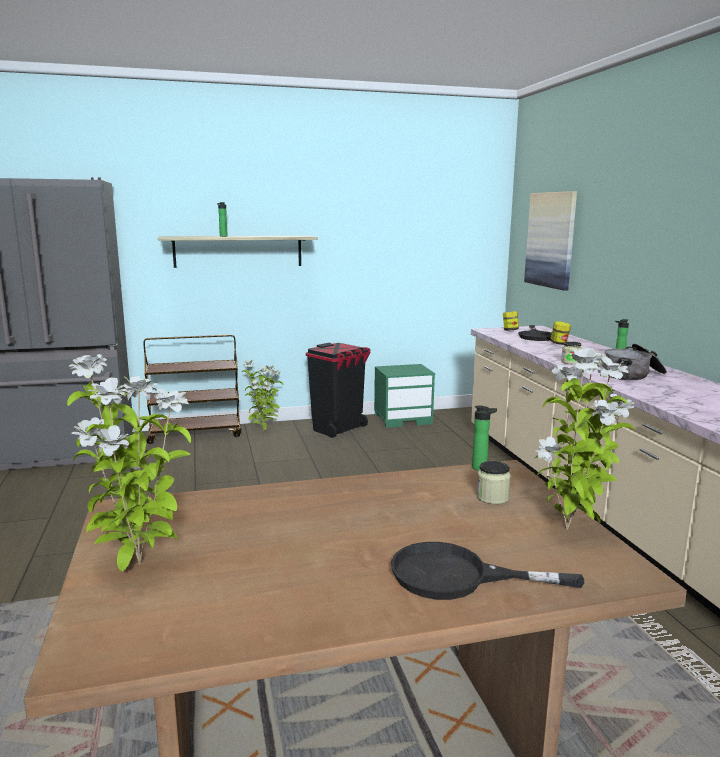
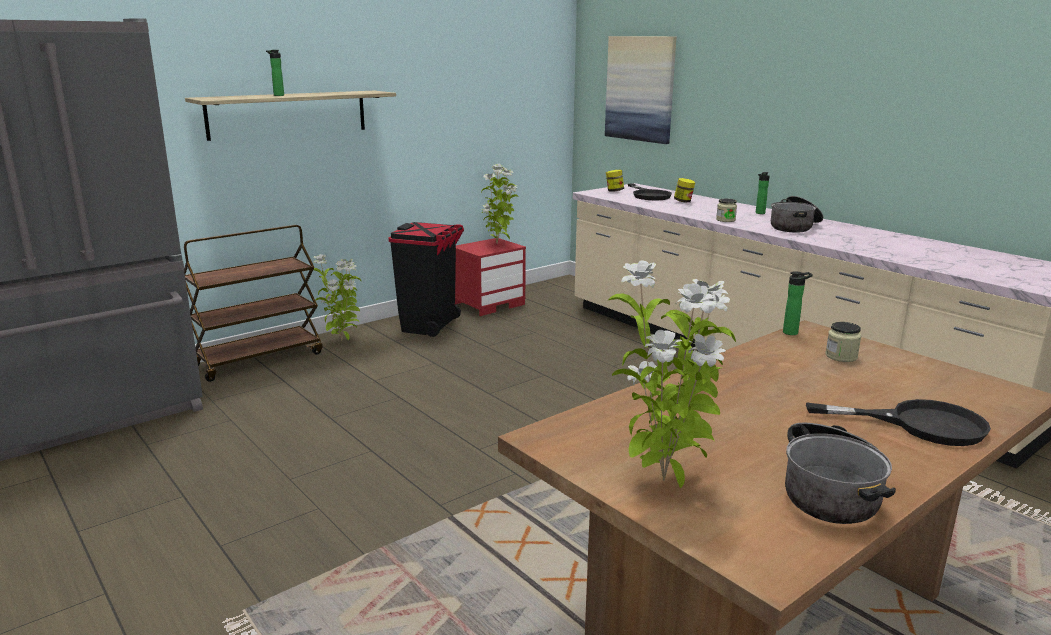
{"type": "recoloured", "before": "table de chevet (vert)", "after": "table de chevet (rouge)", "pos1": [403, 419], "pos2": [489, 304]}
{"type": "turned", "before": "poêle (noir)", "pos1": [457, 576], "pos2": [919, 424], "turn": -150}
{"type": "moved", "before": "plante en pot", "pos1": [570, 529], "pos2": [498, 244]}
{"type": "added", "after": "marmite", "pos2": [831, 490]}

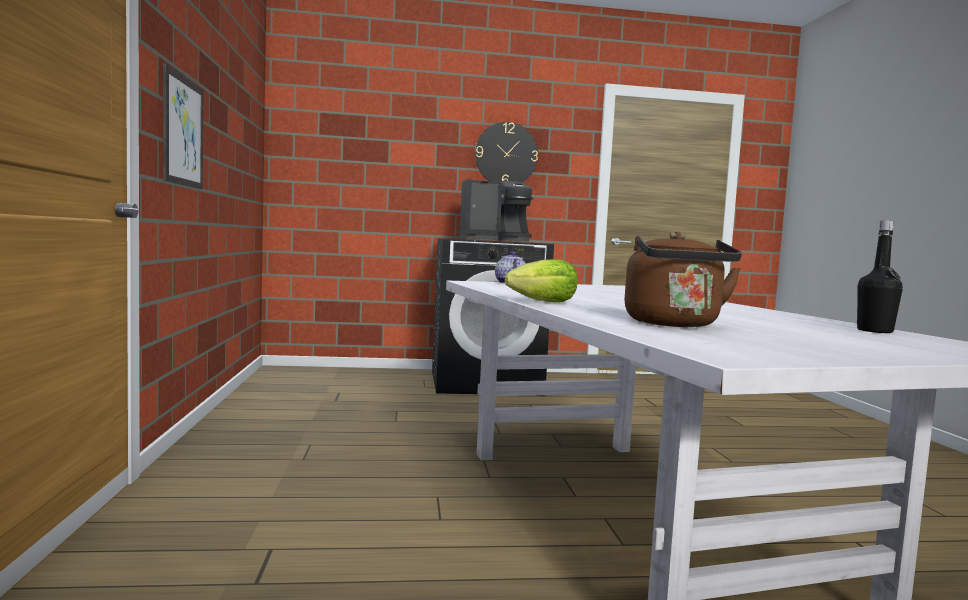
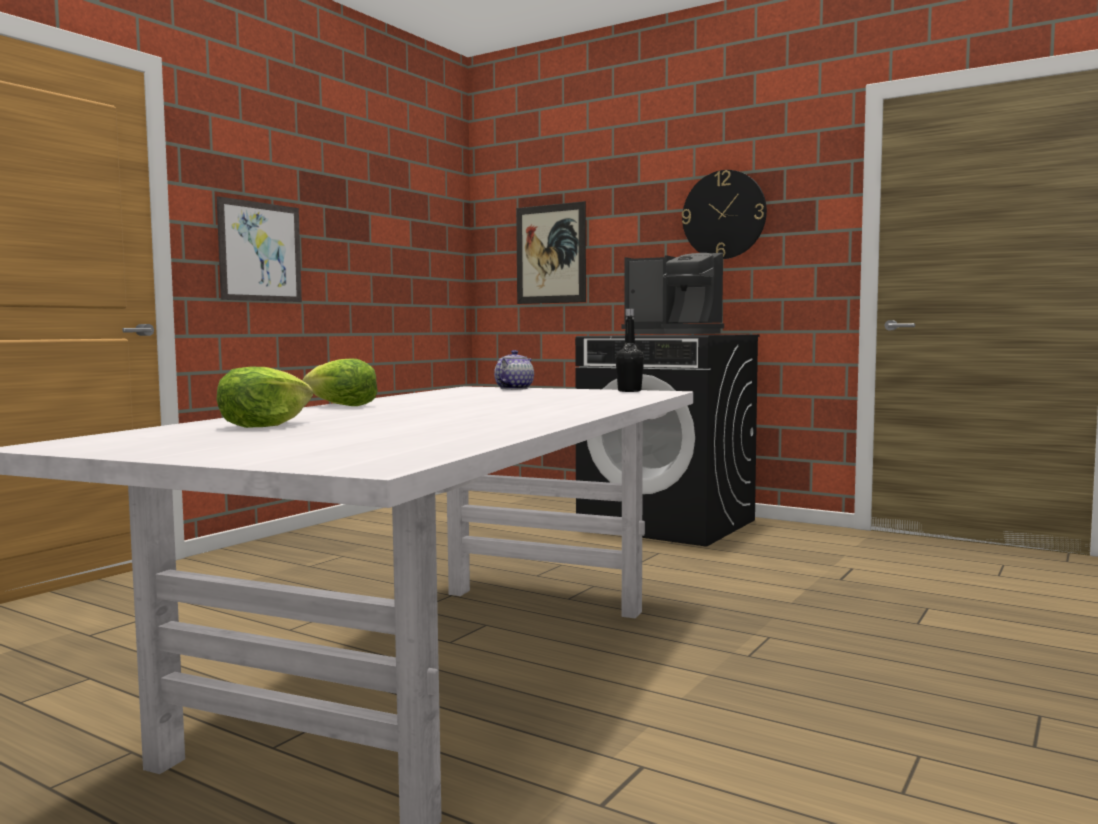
{"type": "replaced", "before": "bouilloire (marron)", "after": "laitue", "pos1": [674, 324], "pos2": [264, 425]}
{"type": "moved", "before": "bouteille (noir)", "pos1": [875, 331], "pos2": [629, 391]}
{"type": "added", "after": "tableau", "pos2": [550, 254]}

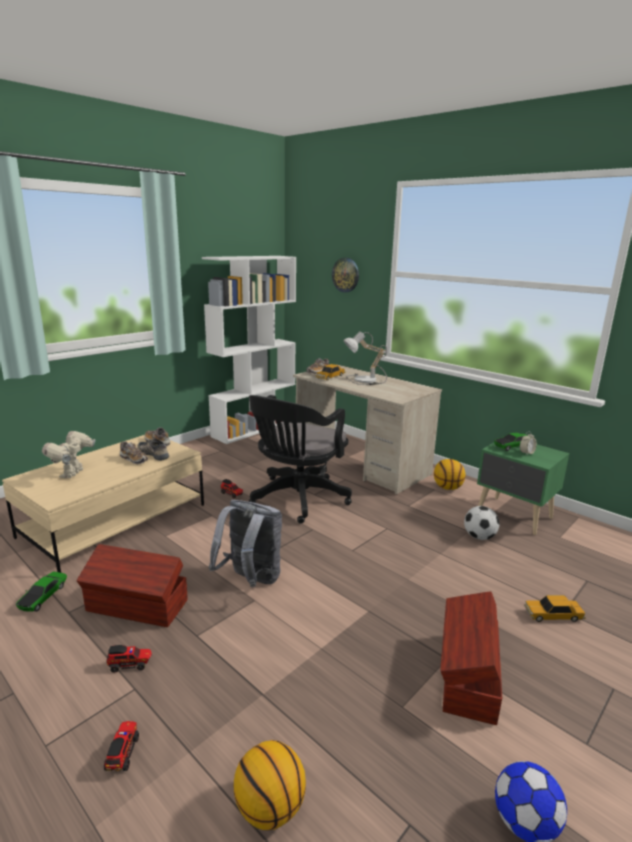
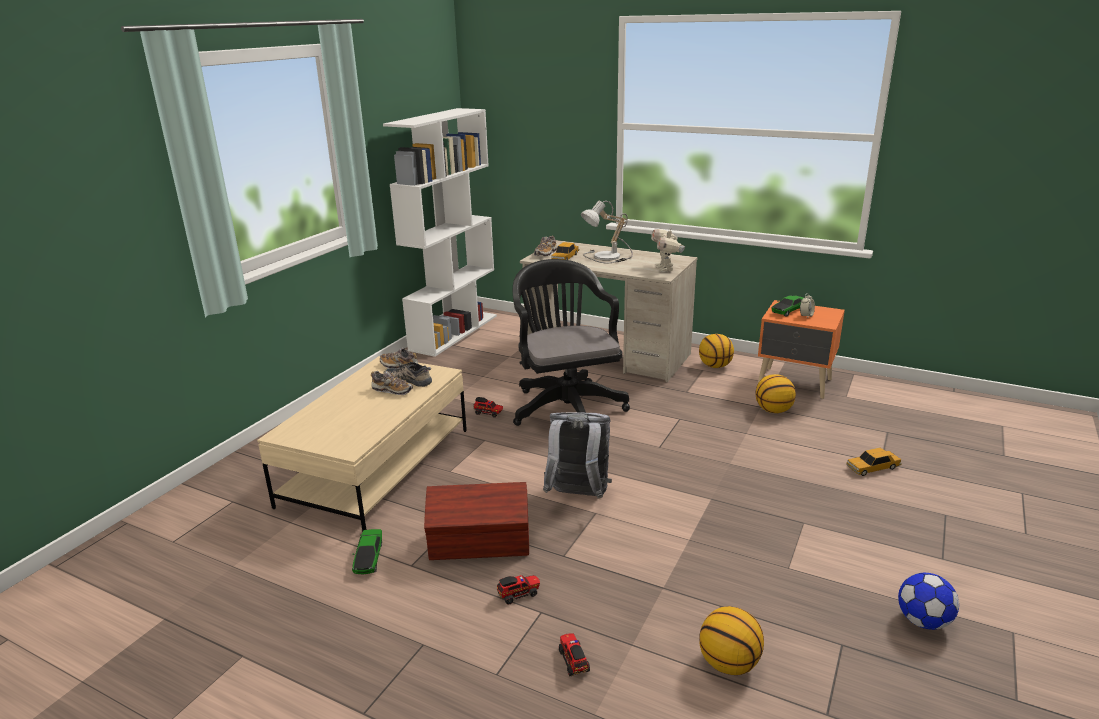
{"type": "moved", "before": "robot jouet", "pos1": [73, 474], "pos2": [665, 269]}
{"type": "turned", "before": "chaise de bureau (noir)", "pos1": [297, 499], "pos2": [566, 406], "turn": 150}
{"type": "removed", "before": "horloge murale", "pos1": [345, 275]}
{"type": "removed", "before": "boîte de rangement (marron)", "pos1": [468, 675]}
{"type": "replaced", "before": "ballon de foot", "after": "ballon de basket", "pos1": [479, 537], "pos2": [773, 410]}
{"type": "recoloured", "before": "table de chevet (vert)", "after": "table de chevet (orange)", "pos1": [514, 516], "pos2": [795, 384]}

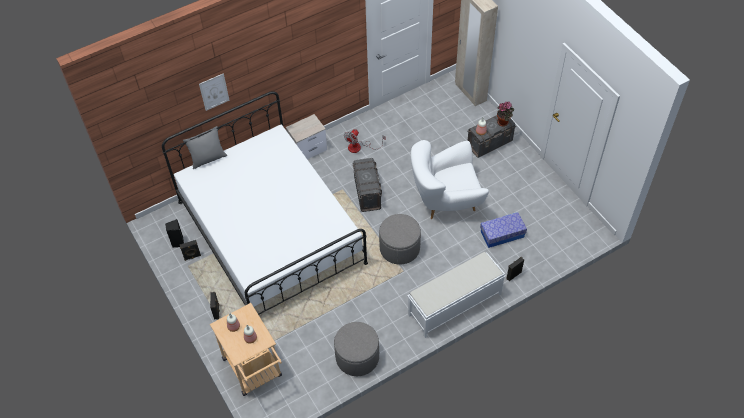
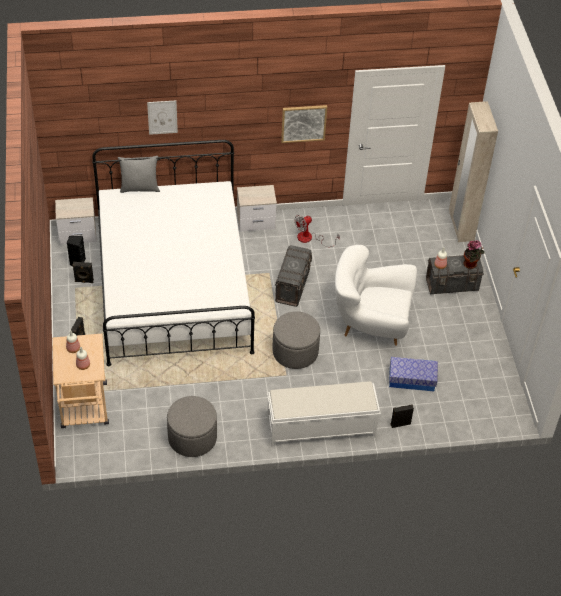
{"type": "added", "after": "table de chevet", "pos2": [78, 234]}
{"type": "added", "after": "tableau", "pos2": [303, 123]}

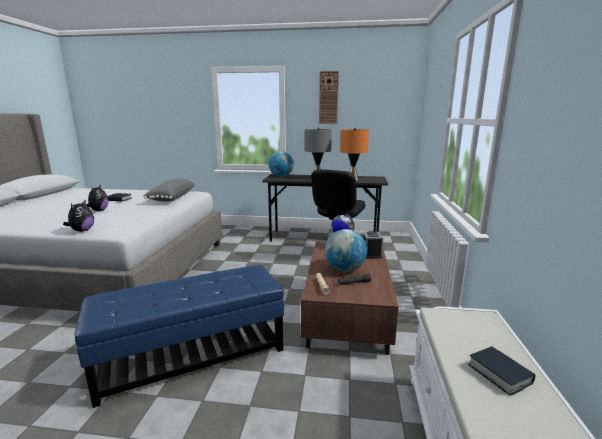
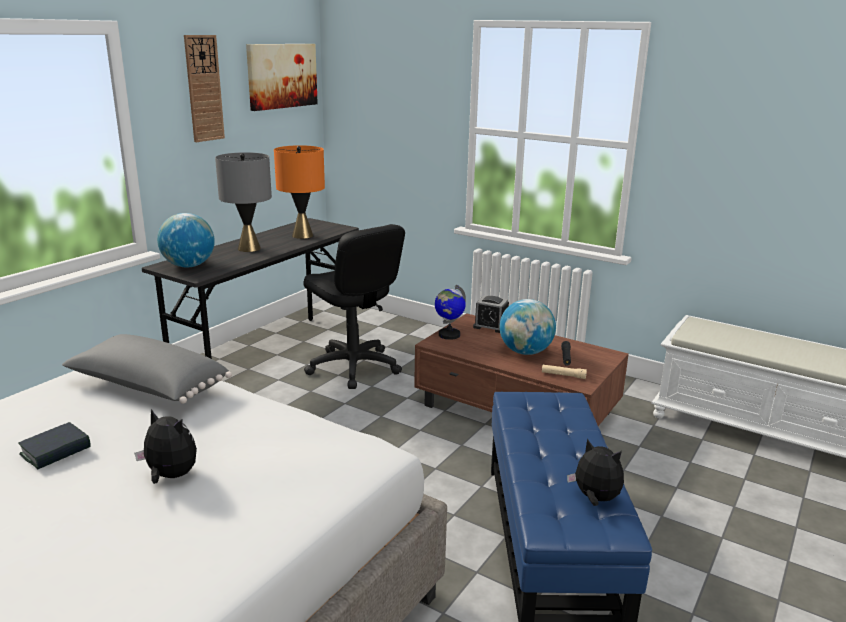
{"type": "moved", "before": "peluche", "pos1": [82, 230], "pos2": [595, 499]}
{"type": "removed", "before": "livre", "pos1": [499, 374]}
{"type": "added", "after": "tableau", "pos2": [281, 76]}

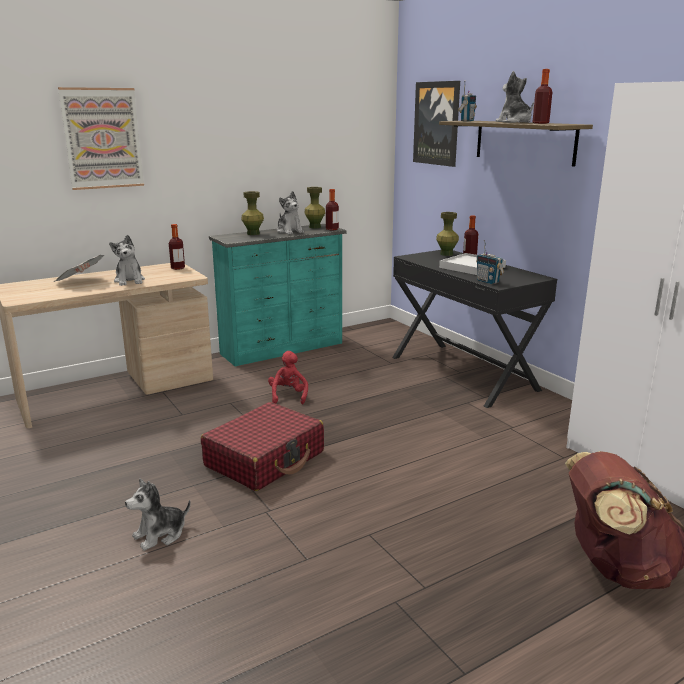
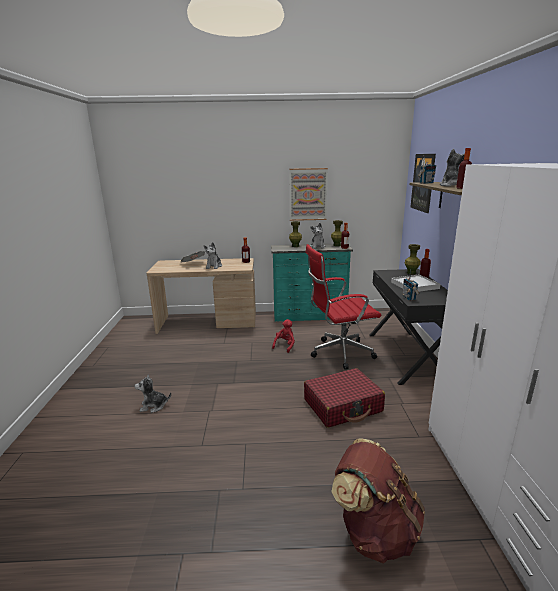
{"type": "moved", "before": "tableau", "pos1": [102, 138], "pos2": [308, 194]}
{"type": "moved", "before": "valise (rouge)", "pos1": [265, 459], "pos2": [343, 406]}
{"type": "added", "after": "chaise de bureau (rouge)", "pos2": [339, 353]}

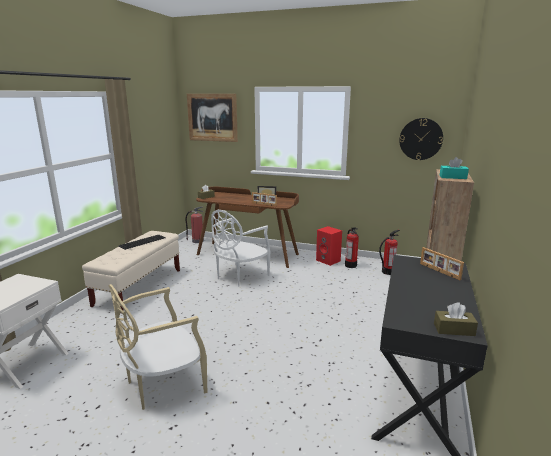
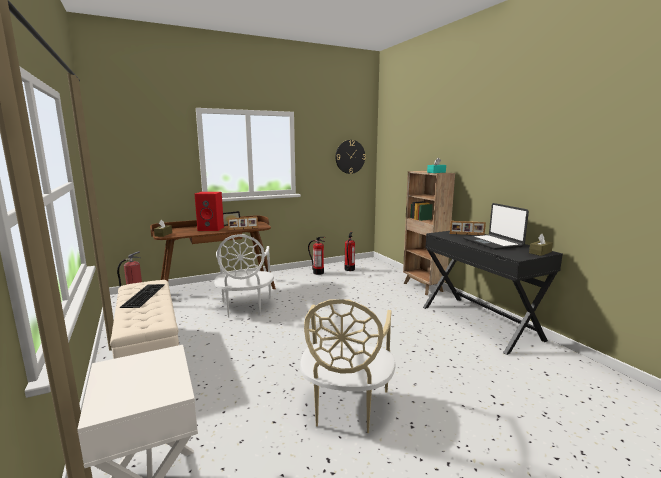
{"type": "removed", "before": "tableau", "pos1": [212, 117]}
{"type": "moved", "before": "enceinte (rouge)", "pos1": [329, 260], "pos2": [211, 228]}
{"type": "added", "after": "ordinateur portable", "pos2": [492, 243]}

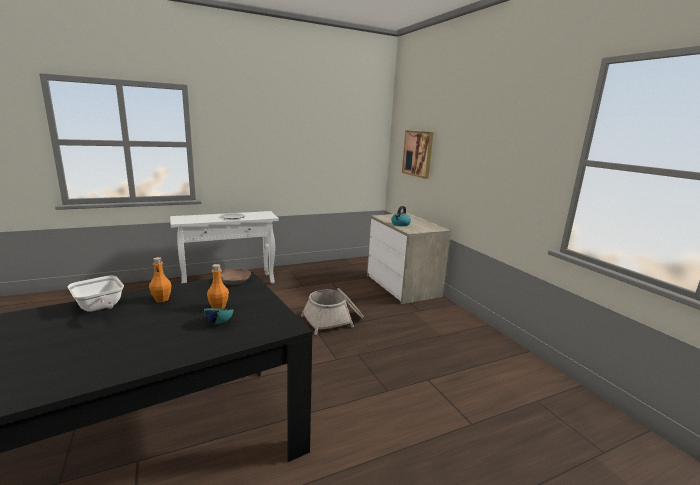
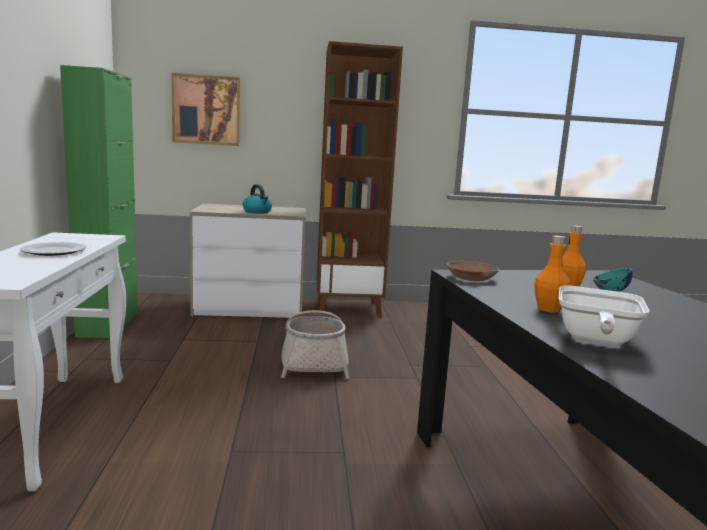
{"type": "turned", "before": "poêle", "pos1": [100, 308], "pos2": [594, 340], "turn": 135}
{"type": "added", "after": "meuble de rangement (vert)", "pos2": [108, 324]}
{"type": "added", "after": "bibliothèque (marron)", "pos2": [348, 308]}

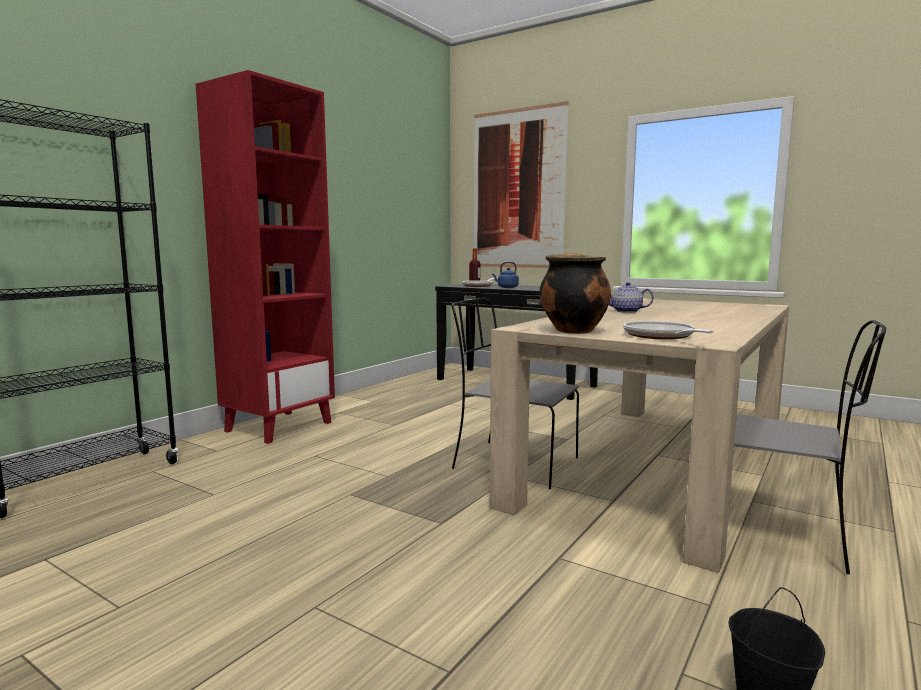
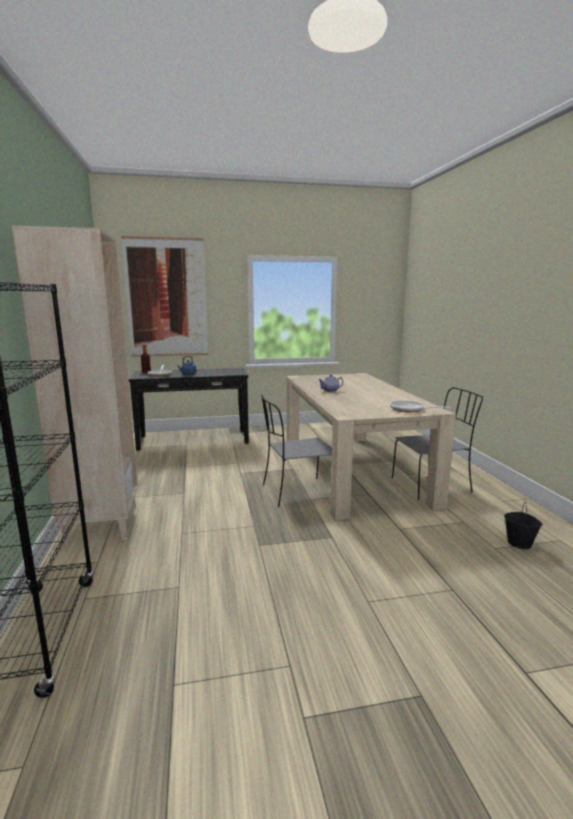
{"type": "recoloured", "before": "bibliothèque (rouge)", "after": "bibliothèque (beige)", "pos1": [279, 426], "pos2": [101, 524]}
{"type": "removed", "before": "marmite", "pos1": [572, 331]}

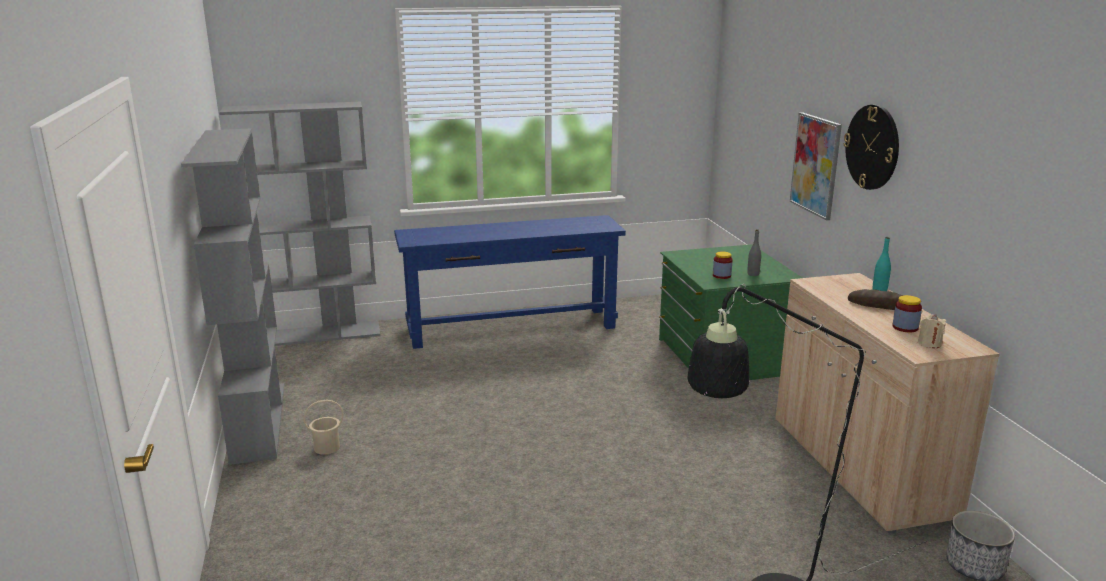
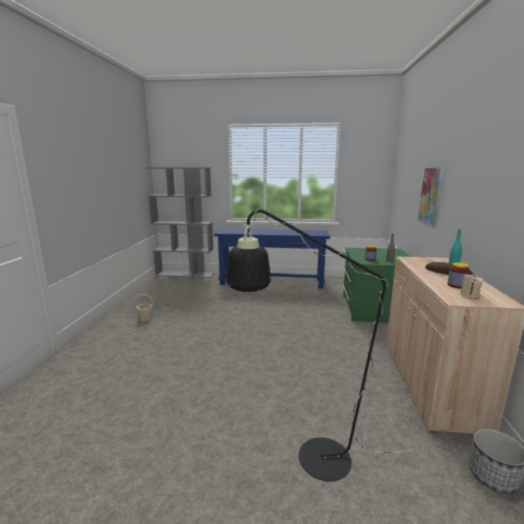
{"type": "removed", "before": "bibliothèque (gris)", "pos1": [258, 421]}
{"type": "removed", "before": "horloge murale", "pos1": [872, 147]}

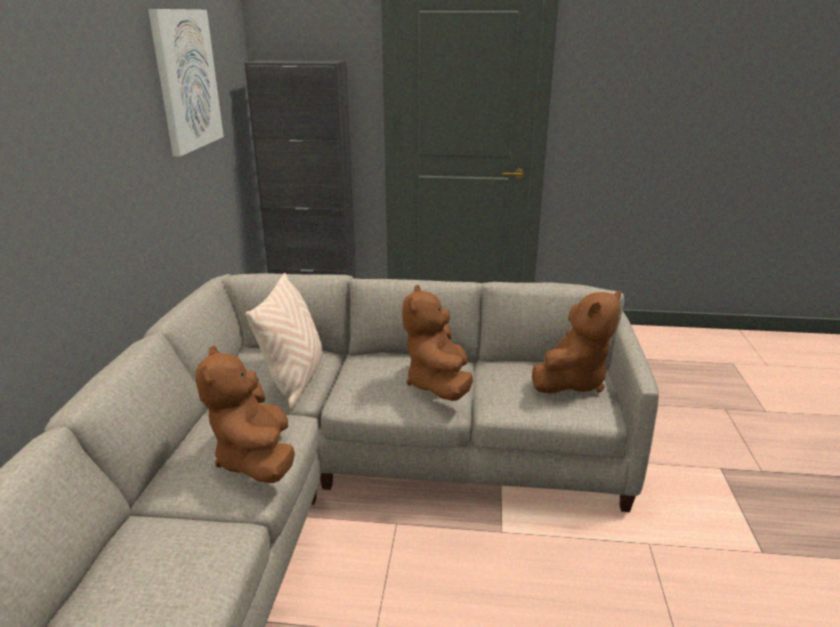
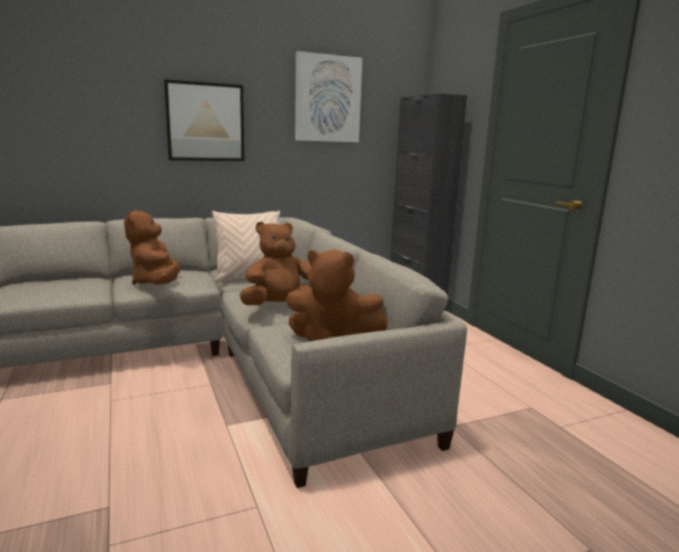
{"type": "turned", "before": "peluche (marron)", "pos1": [256, 459], "pos2": [157, 283], "turn": -60}
{"type": "added", "after": "tableau", "pos2": [205, 122]}

